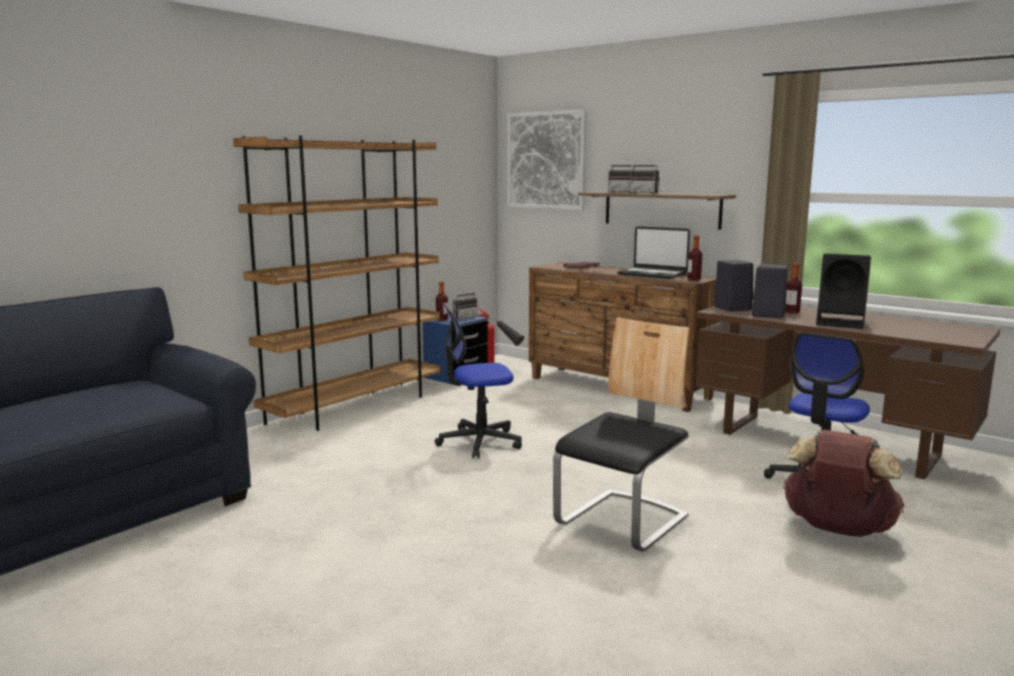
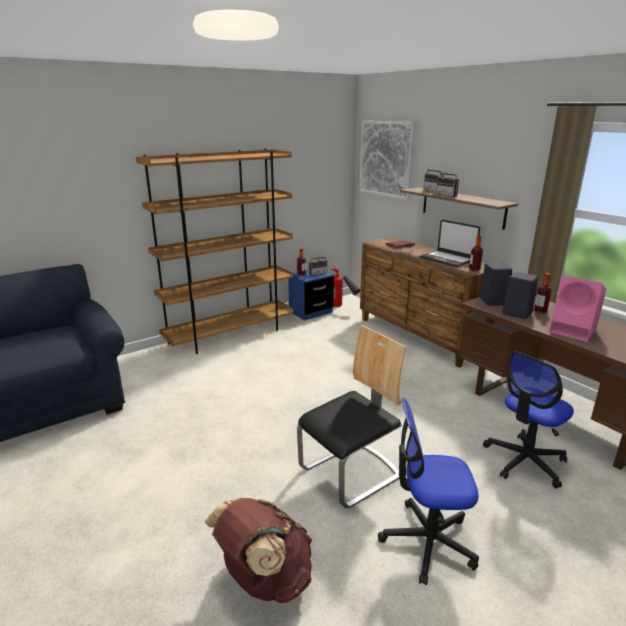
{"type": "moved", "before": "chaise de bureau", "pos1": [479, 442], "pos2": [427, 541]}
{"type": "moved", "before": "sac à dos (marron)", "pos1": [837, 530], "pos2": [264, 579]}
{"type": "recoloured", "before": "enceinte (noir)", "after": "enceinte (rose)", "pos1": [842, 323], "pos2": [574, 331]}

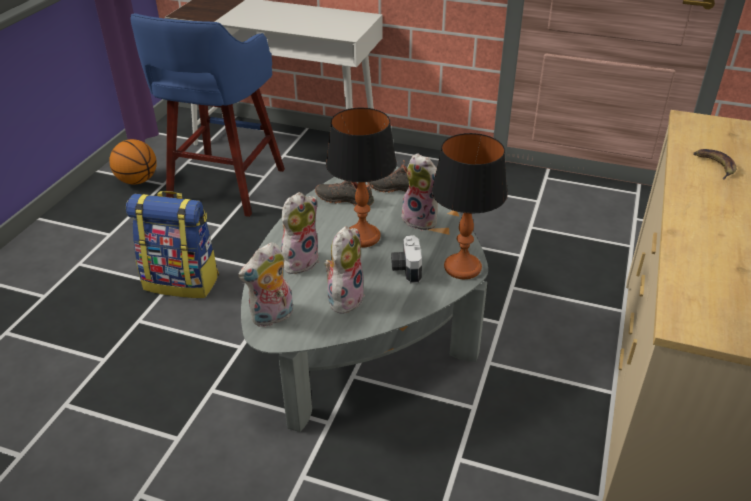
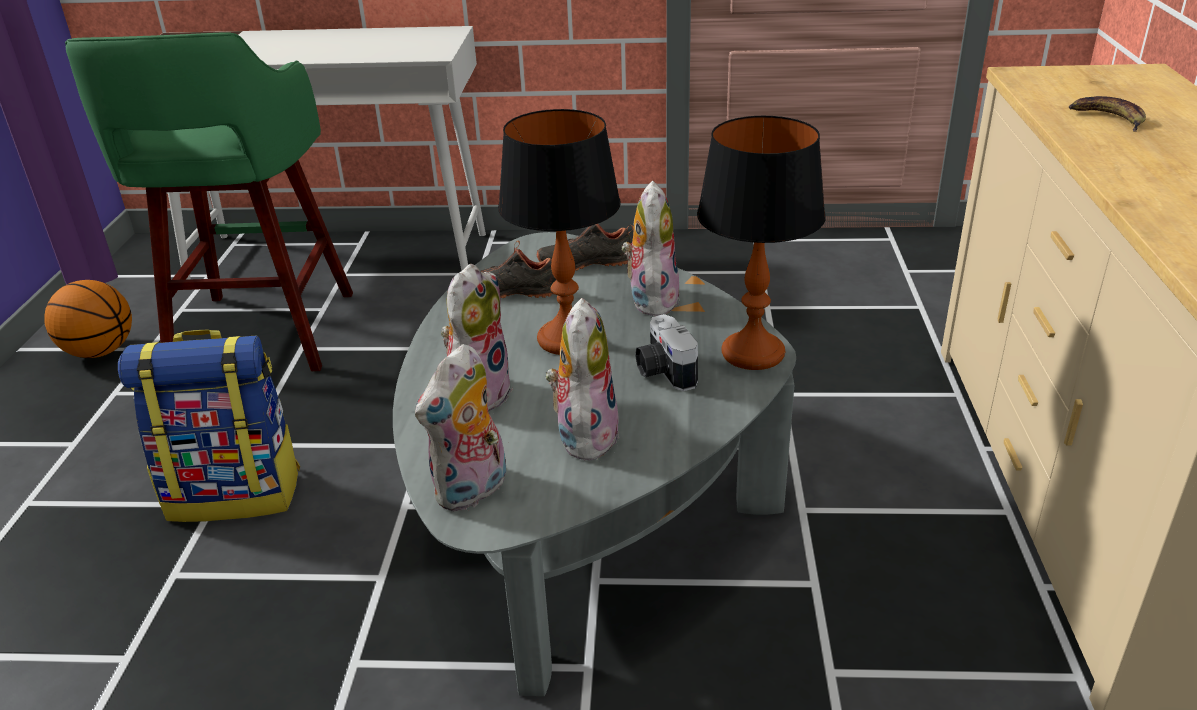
{"type": "recoloured", "before": "tabouret (bleu)", "after": "tabouret (vert)", "pos1": [225, 187], "pos2": [261, 336]}
{"type": "turned", "before": "peluche", "pos1": [422, 220], "pos2": [651, 299], "turn": -105}

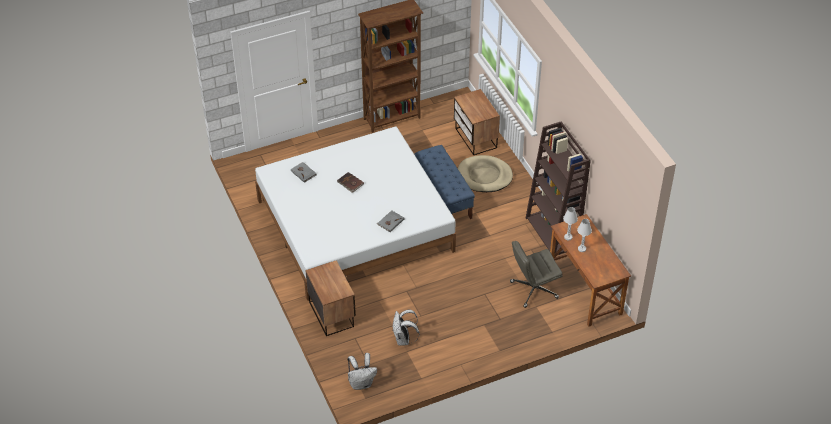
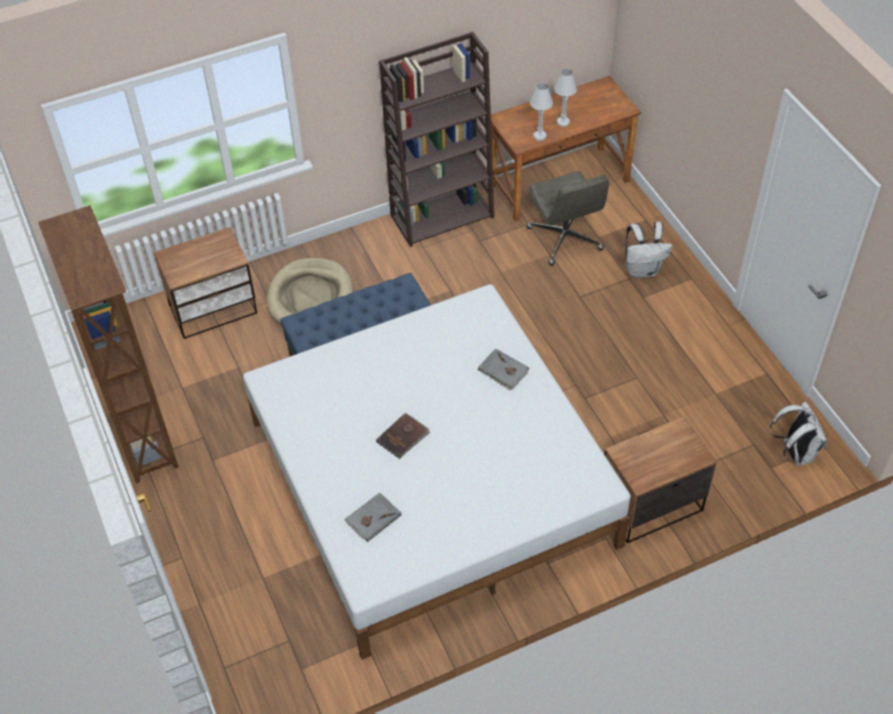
{"type": "moved", "before": "sac à dos (blanc)", "pos1": [403, 340], "pos2": [642, 270]}

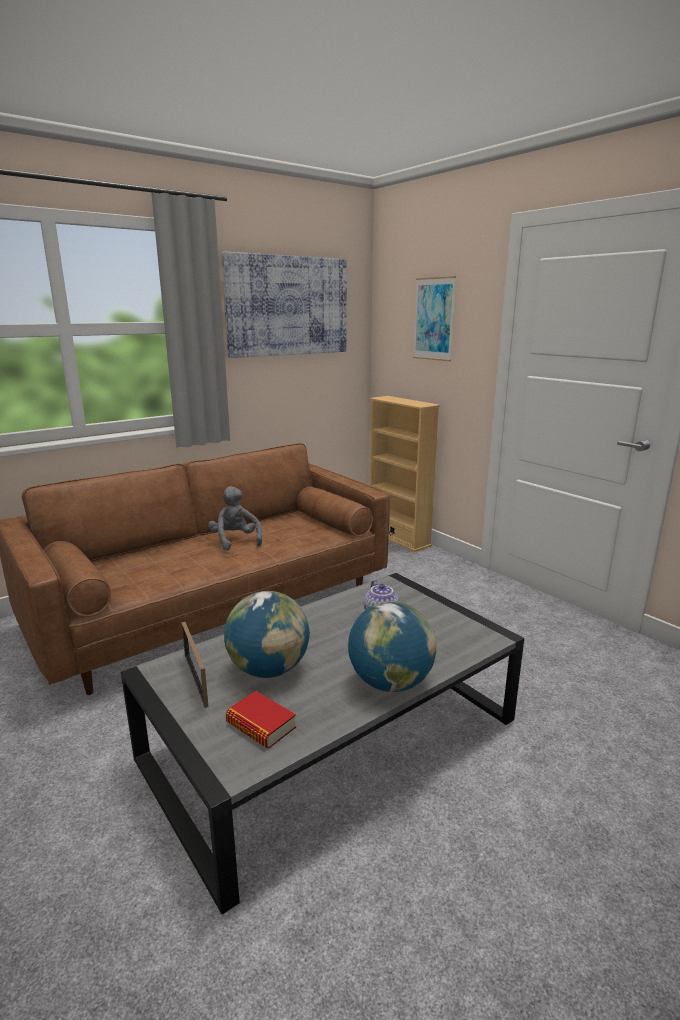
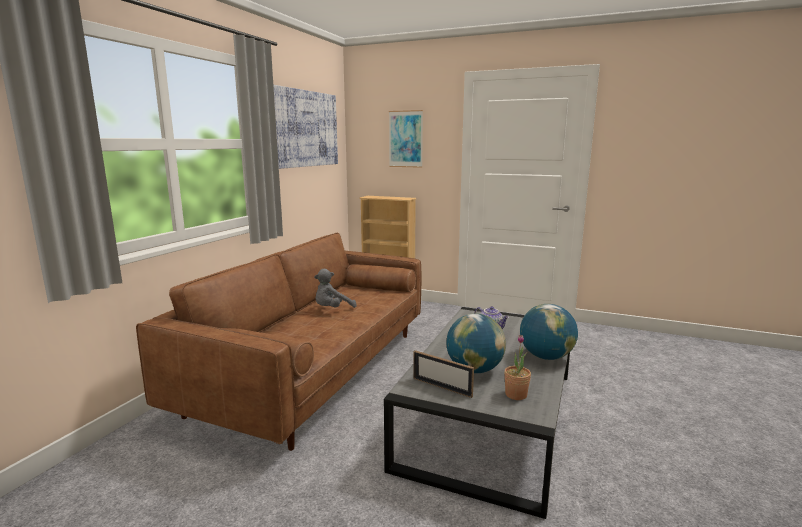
{"type": "turned", "before": "peluche (gris)", "pos1": [235, 541], "pos2": [332, 309], "turn": -75}
{"type": "replaced", "before": "livre", "after": "plante en pot", "pos1": [261, 725], "pos2": [516, 395]}

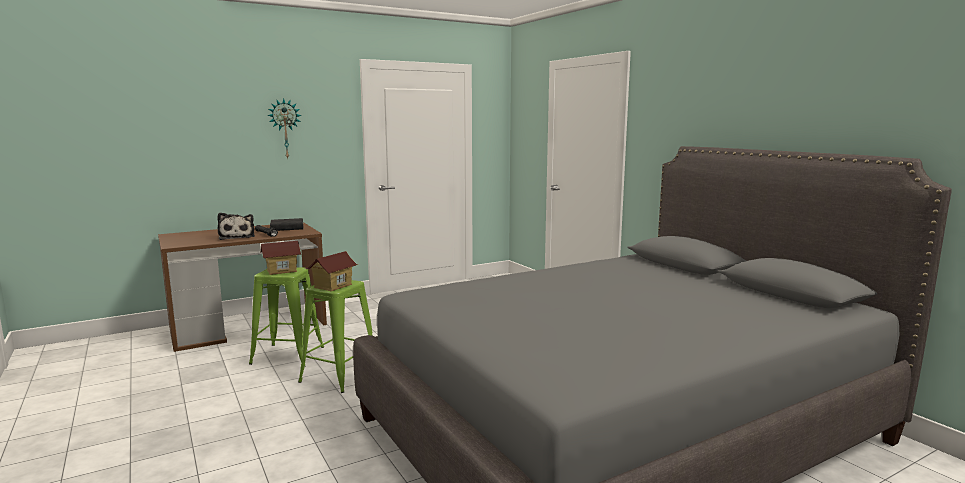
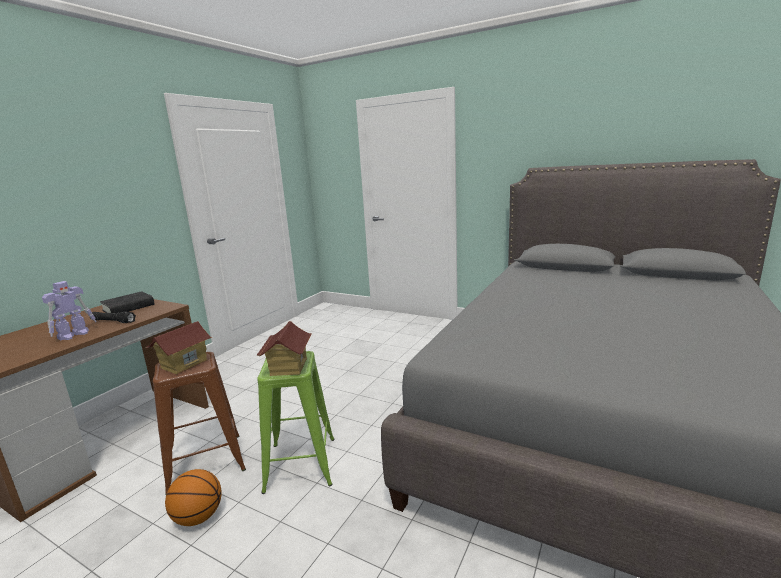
{"type": "replaced", "before": "peluche", "after": "robot jouet", "pos1": [237, 237], "pos2": [74, 335]}
{"type": "recoloured", "before": "tabouret (vert)", "after": "tabouret (marron)", "pos1": [288, 355], "pos2": [206, 462]}
{"type": "removed", "before": "horloge murale", "pos1": [285, 129]}
{"type": "added", "after": "ballon de basket", "pos2": [198, 517]}

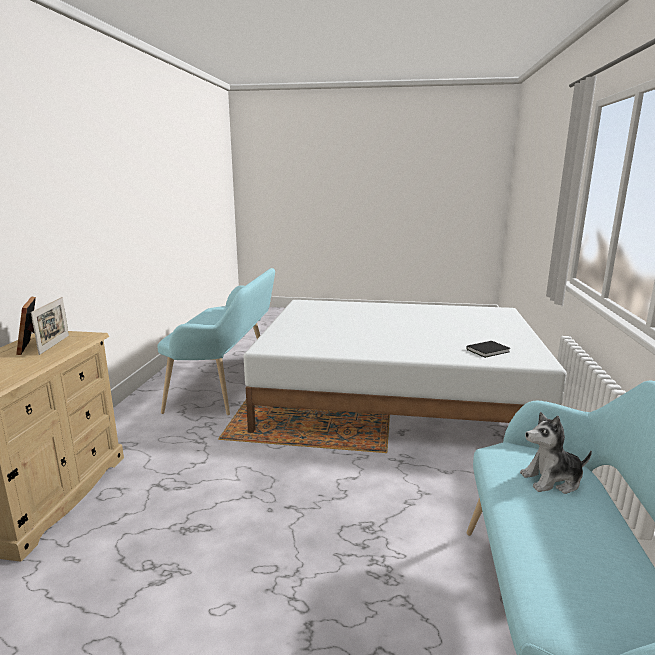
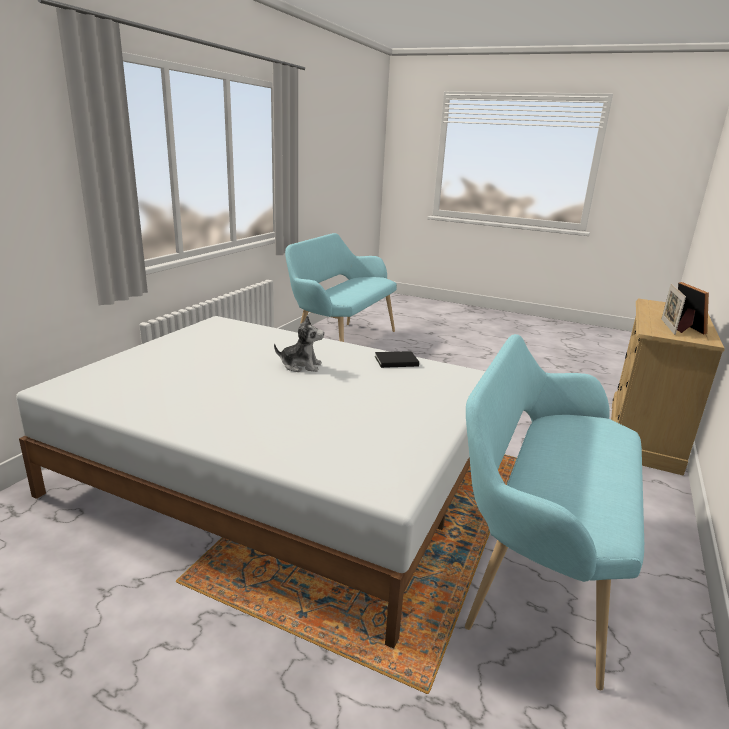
{"type": "moved", "before": "livre (noir)", "pos1": [489, 350], "pos2": [395, 361]}
{"type": "moved", "before": "peluche", "pos1": [552, 480], "pos2": [301, 366]}

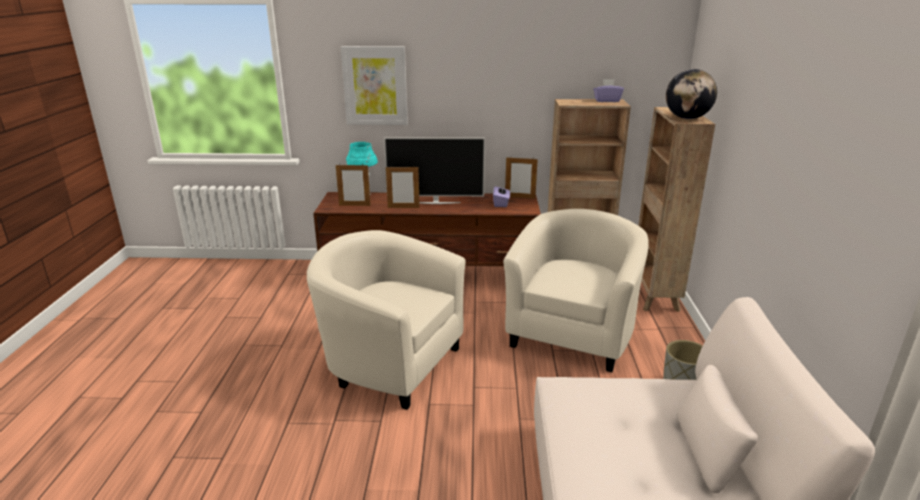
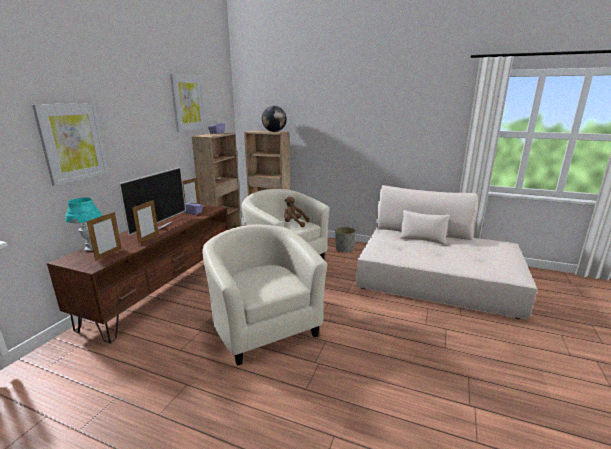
{"type": "turned", "before": "fauteuil (beige)", "pos1": [389, 363], "pos2": [263, 326], "turn": 105}
{"type": "added", "after": "tableau", "pos2": [188, 103]}
{"type": "added", "after": "peluche (marron)", "pos2": [294, 224]}

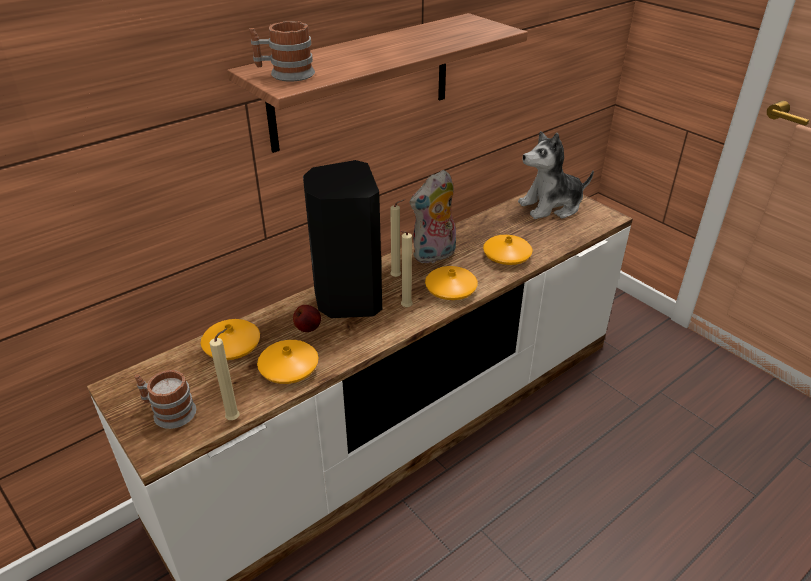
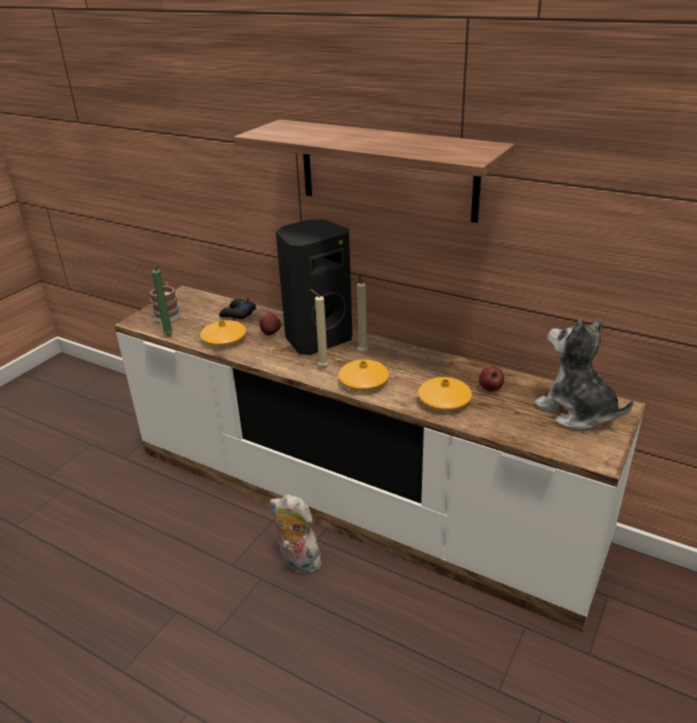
{"type": "replaced", "before": "vase (orange)", "after": "manette (noir)", "pos1": [232, 346], "pos2": [237, 314]}
{"type": "recoloured", "before": "bougie (beige)", "after": "bougie (vert)", "pos1": [235, 418], "pos2": [169, 336]}
{"type": "removed", "before": "mug", "pos1": [285, 74]}
{"type": "moved", "before": "peluche", "pos1": [434, 256], "pos2": [297, 562]}
{"type": "added", "after": "pomme", "pos2": [490, 389]}

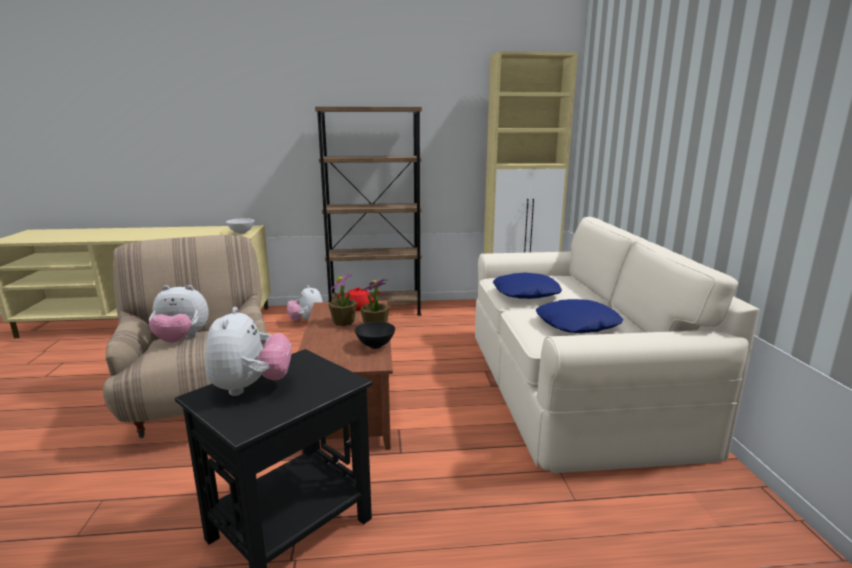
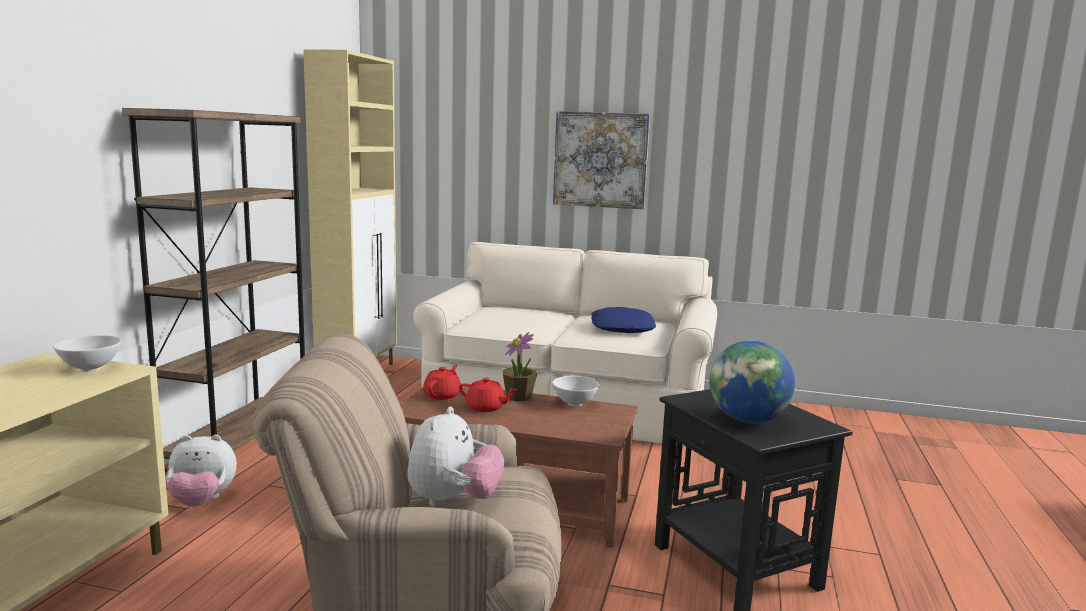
{"type": "replaced", "before": "peluche", "after": "globe", "pos1": [250, 387], "pos2": [747, 420]}
{"type": "replaced", "before": "plante en pot", "after": "théière (rouge)", "pos1": [343, 322], "pos2": [486, 408]}
{"type": "recoloured", "before": "bol (noir)", "after": "bol (blanc)", "pos1": [375, 346], "pos2": [574, 404]}
{"type": "removed", "before": "coussin (bleu)", "pos1": [526, 293]}
{"type": "added", "after": "tableau", "pos2": [600, 160]}

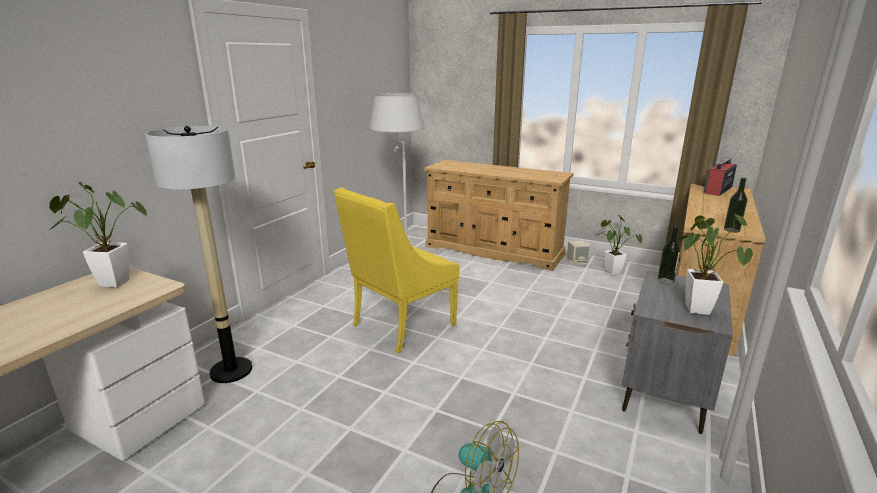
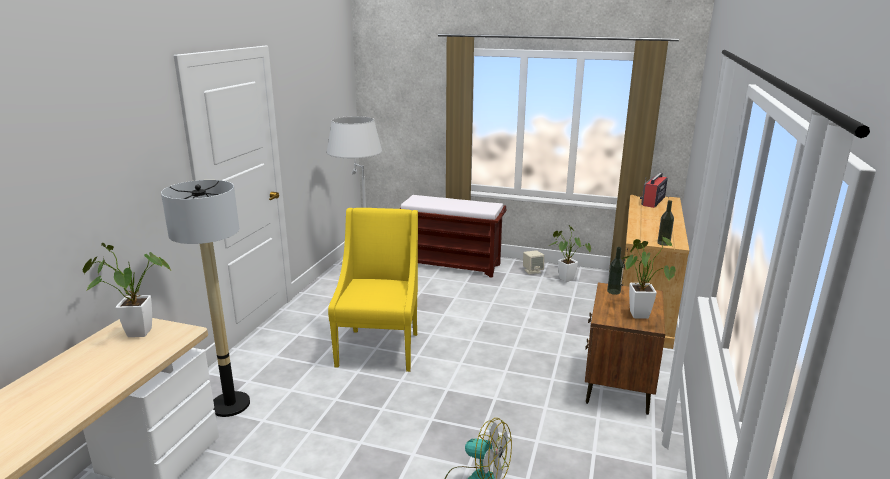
{"type": "turned", "before": "fauteuil (jaune)", "pos1": [400, 326], "pos2": [380, 348], "turn": 150}
{"type": "replaced", "before": "commode (beige)", "after": "banc (marron)", "pos1": [494, 251], "pos2": [452, 264]}
{"type": "recoloured", "before": "table de chevet (gris)", "after": "table de chevet (marron)", "pos1": [663, 393], "pos2": [617, 385]}

